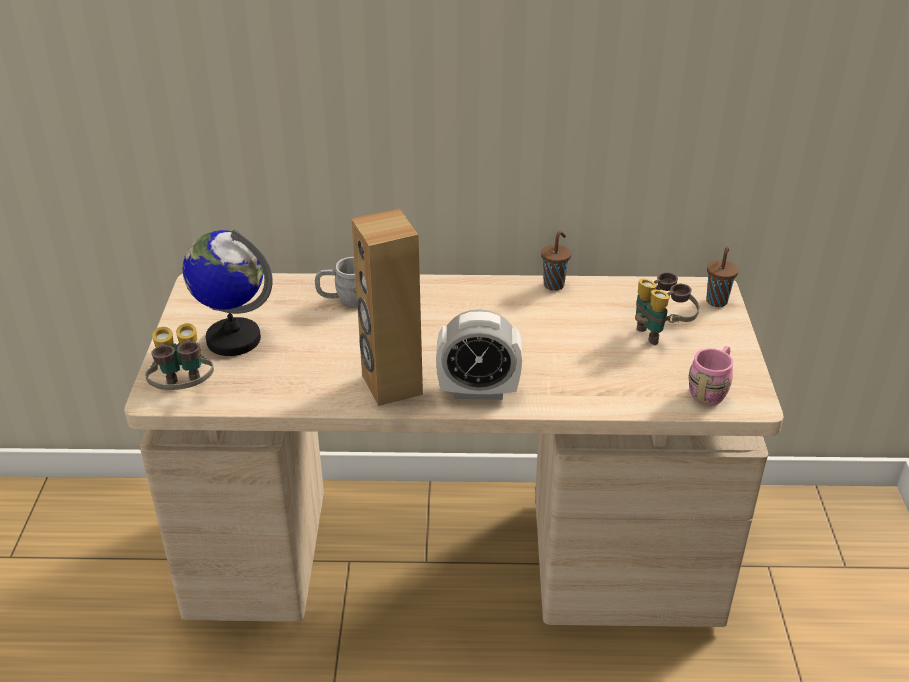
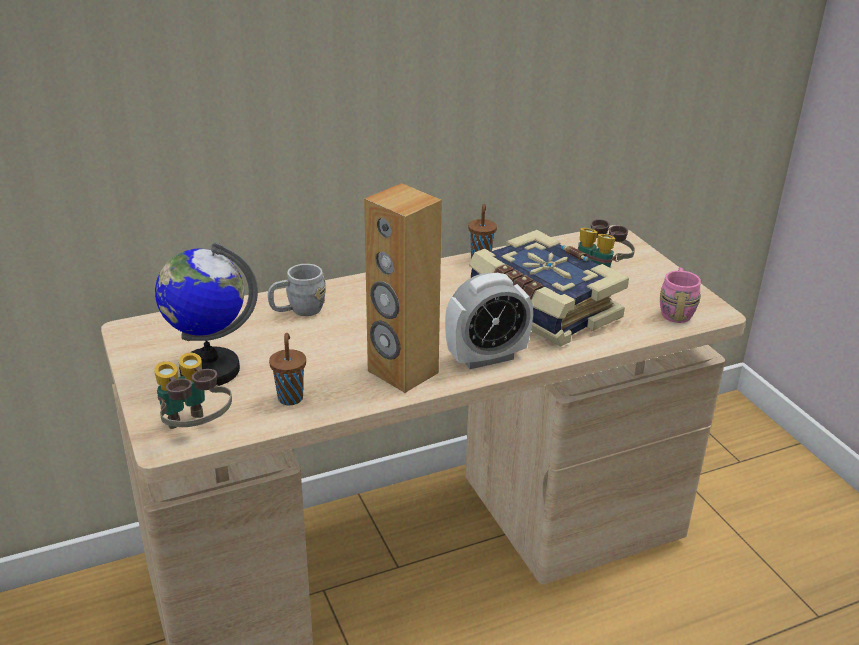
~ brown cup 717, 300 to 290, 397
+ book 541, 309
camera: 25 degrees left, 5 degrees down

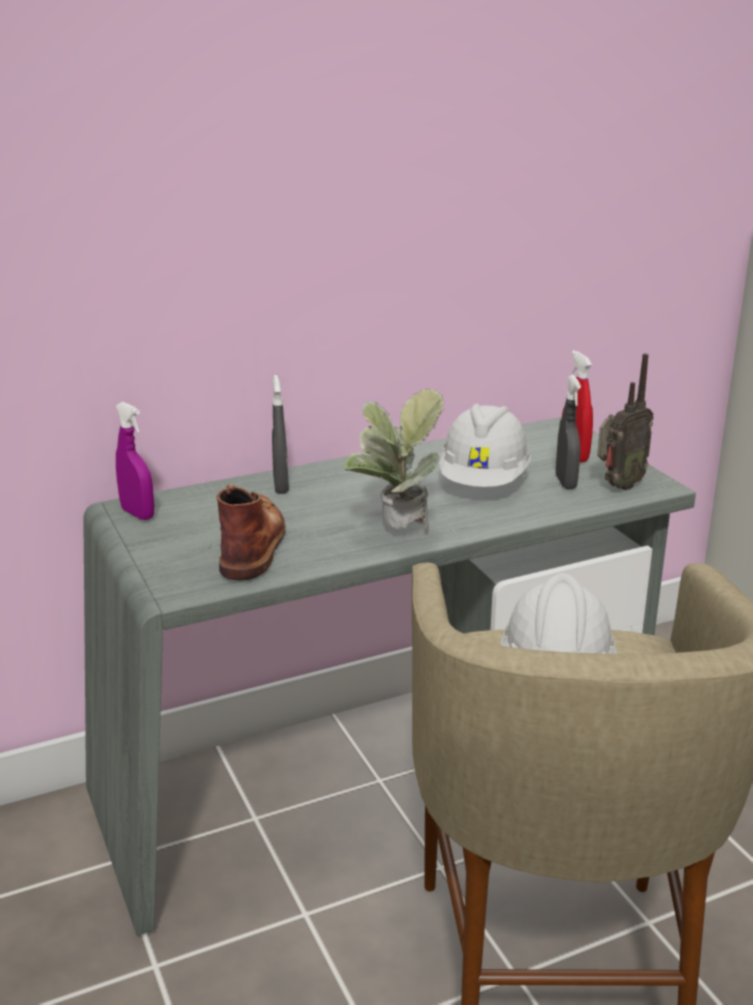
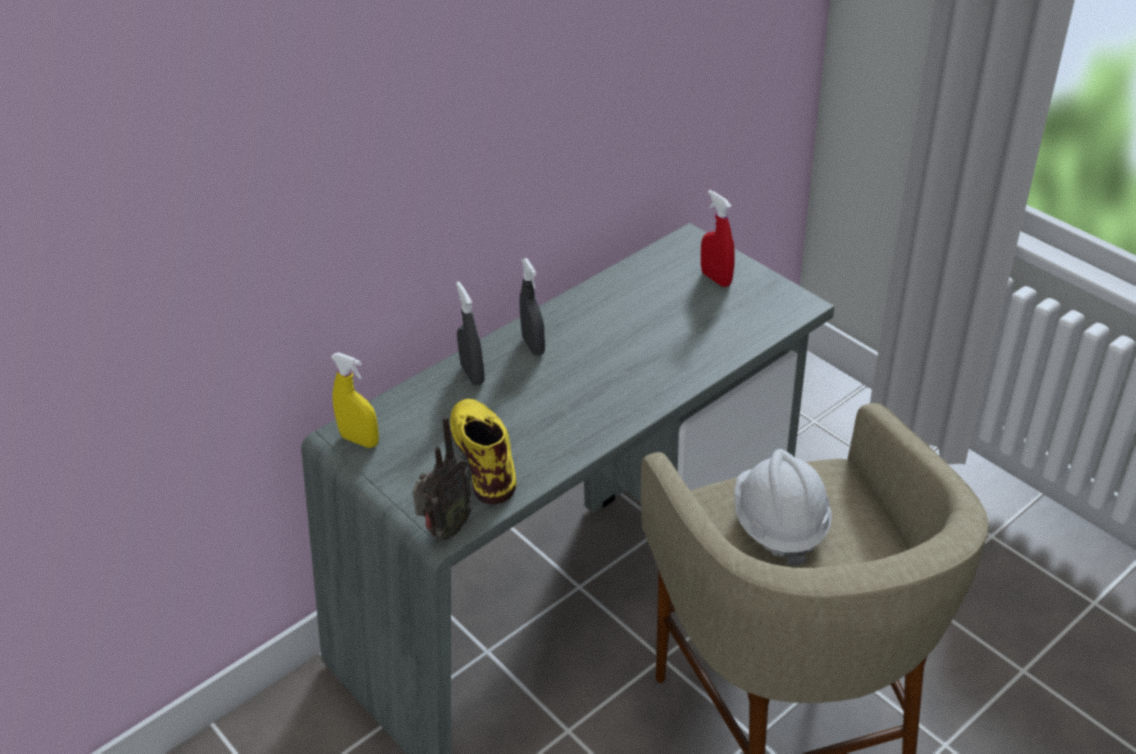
~ radio 618, 486 to 445, 530
~ grey spray bottle 565, 482 to 533, 345
- potted plant 396, 533
~ purple spray bottle 138, 514 to yellow spray bottle 360, 440
- white hard hat 484, 482
~ brown boot 252, 542 to yellow boot 483, 453
camera: 15 degrees left, 15 degrees up

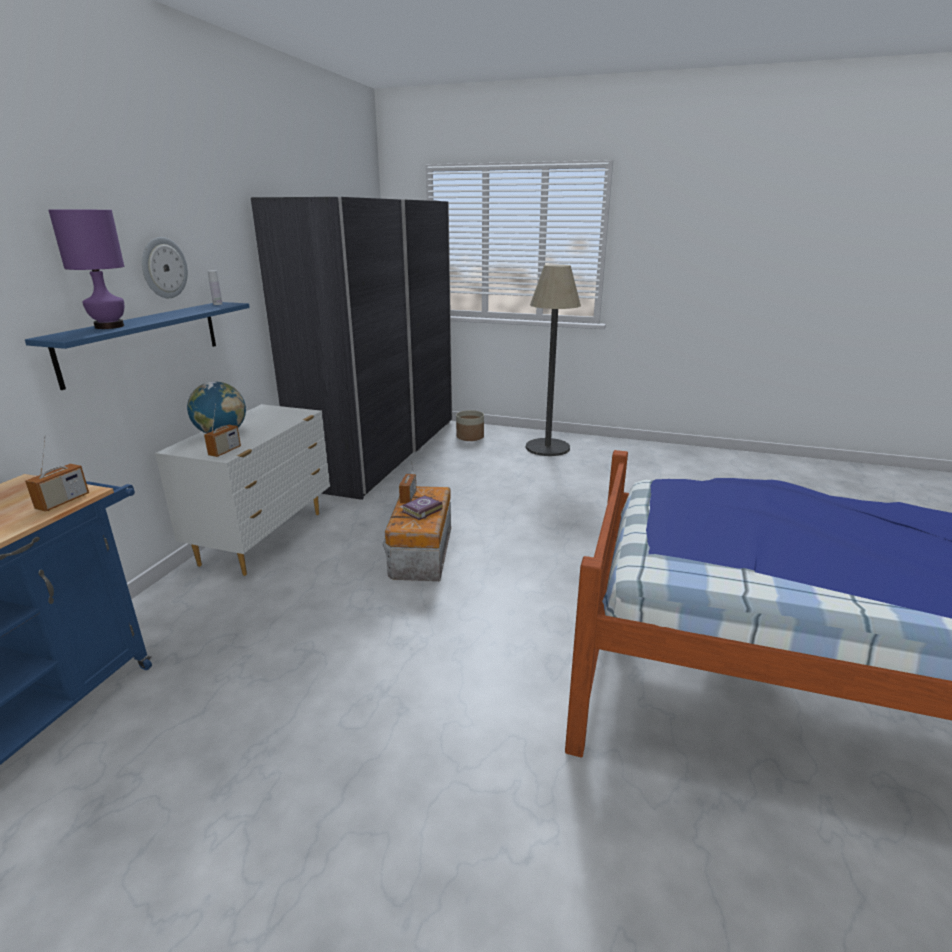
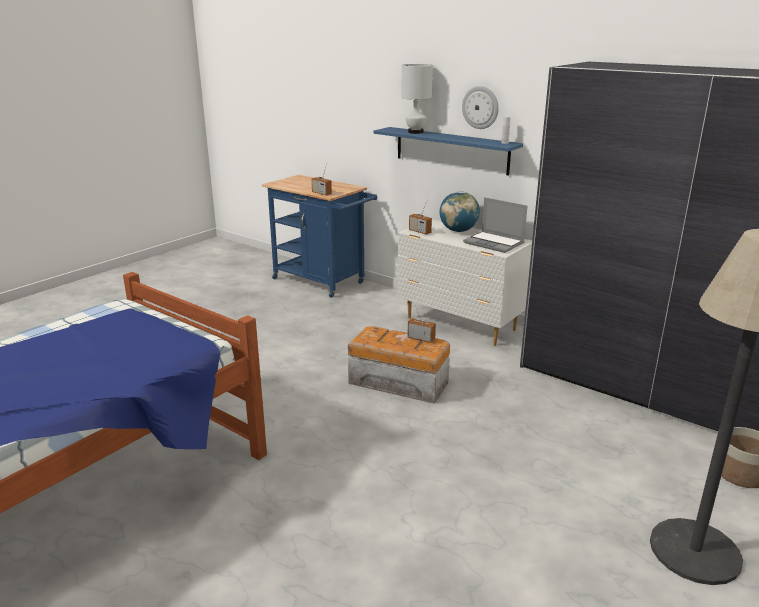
~ purple table lamp 110, 326 to white table lamp 416, 132
- book 421, 510
+ laptop 494, 243
camera: 110 degrees right, 0 degrees up

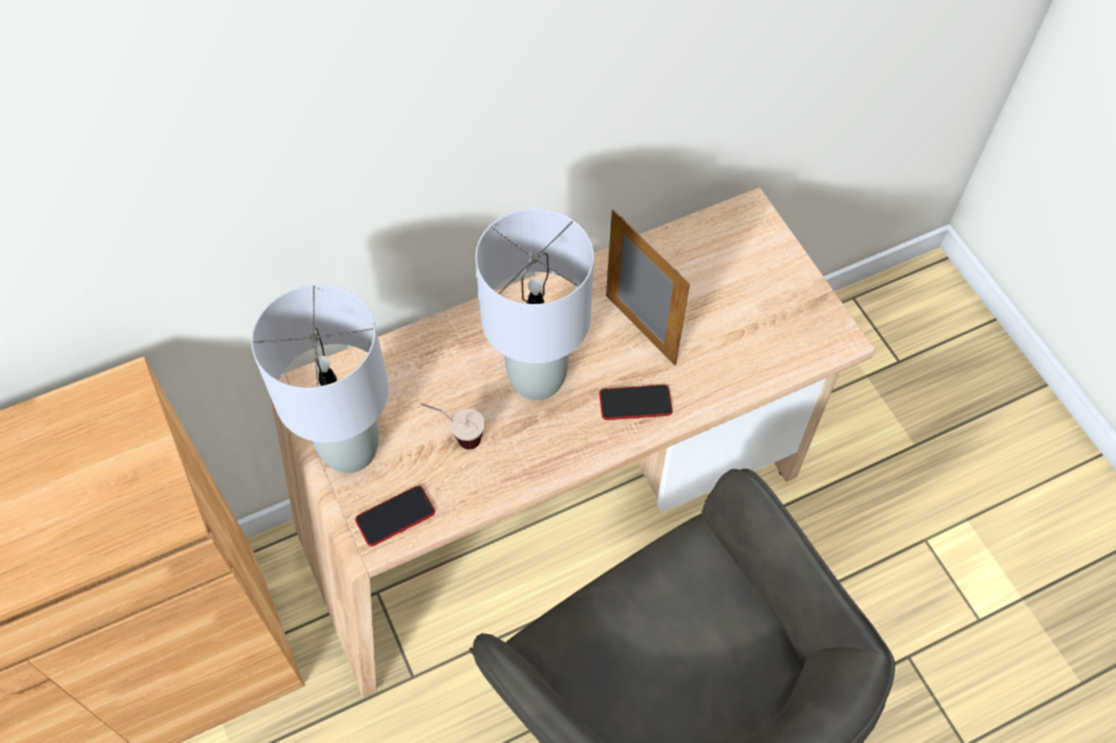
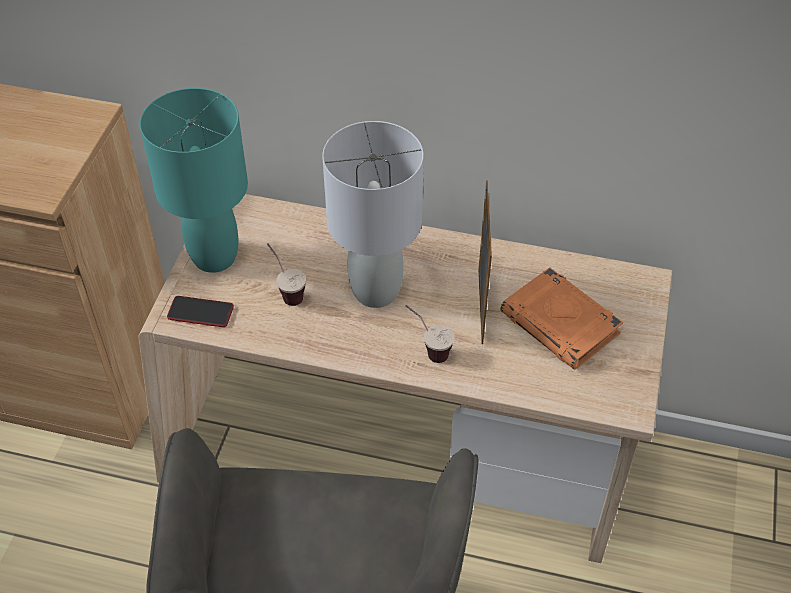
~ grey table lamp 351, 451 to turquoise table lamp 214, 258
~ phone 635, 403 to cup 427, 349
+ orange book 561, 324
camera: 40 degrees right, 10 degrees down

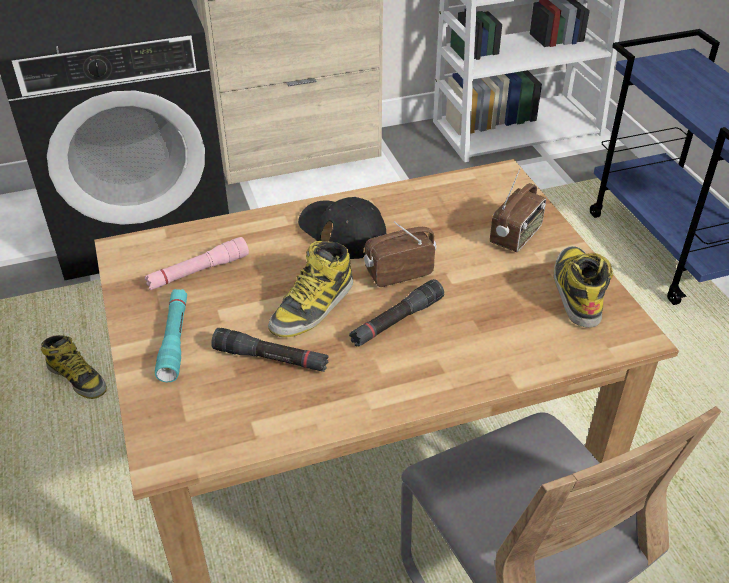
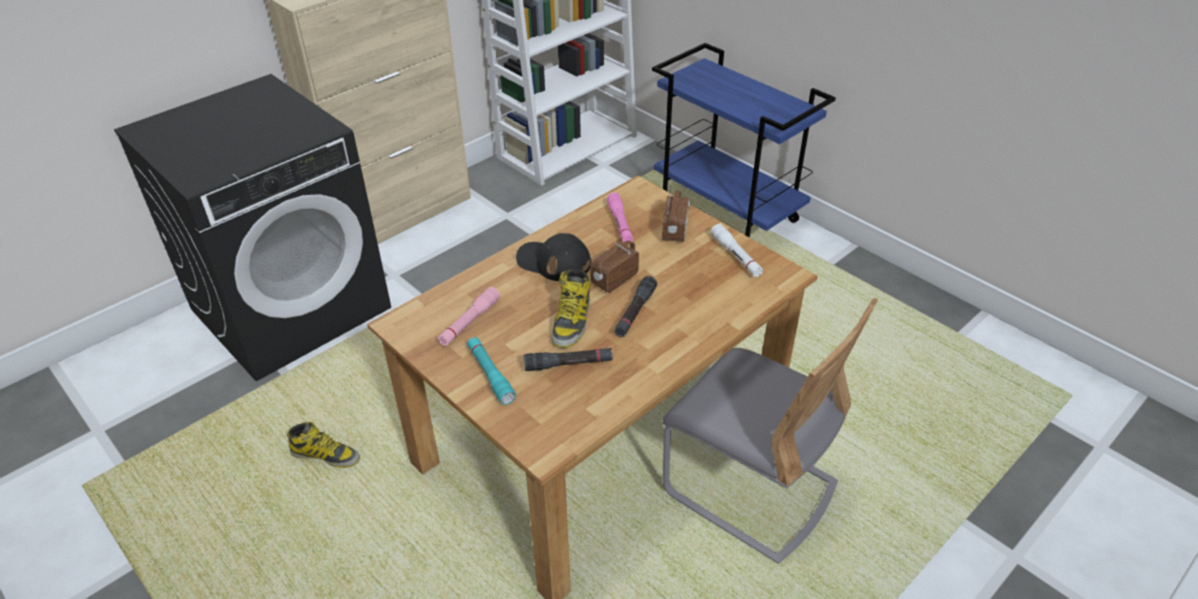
~ boot 576, 291 to white flashlight 736, 256
+ pink flashlight 620, 224
camera: 25 degrees left, 0 degrees up

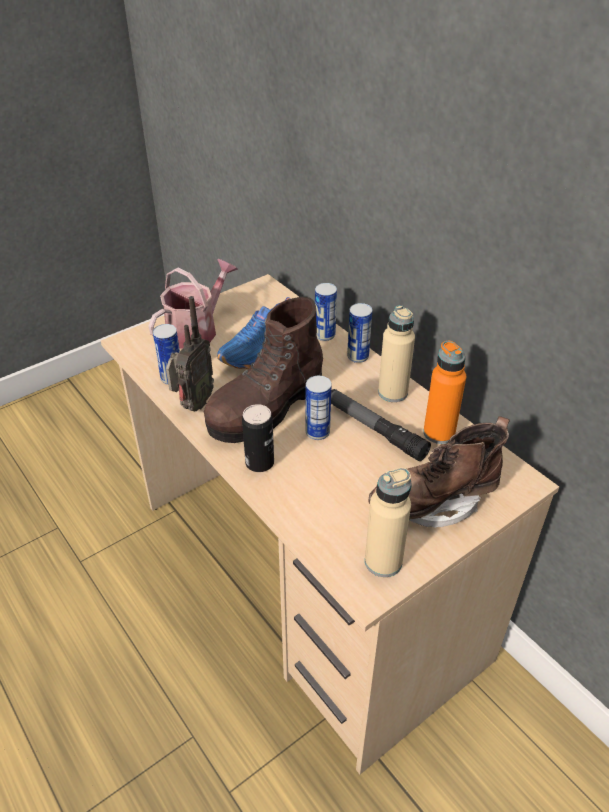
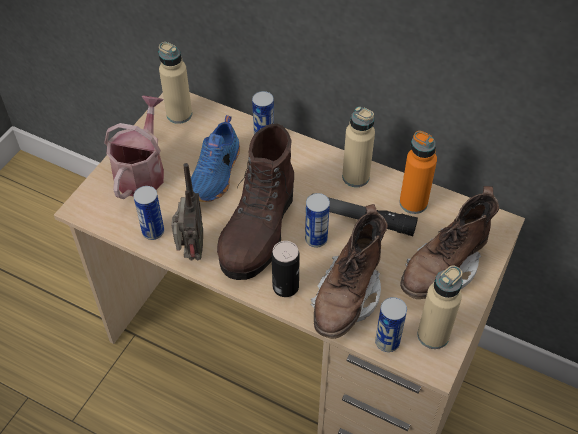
~ can 358, 356 to 387, 342
+ beige bottle 179, 114
+ brown boot 347, 297
camera: 25 degrees left, 10 degrees up

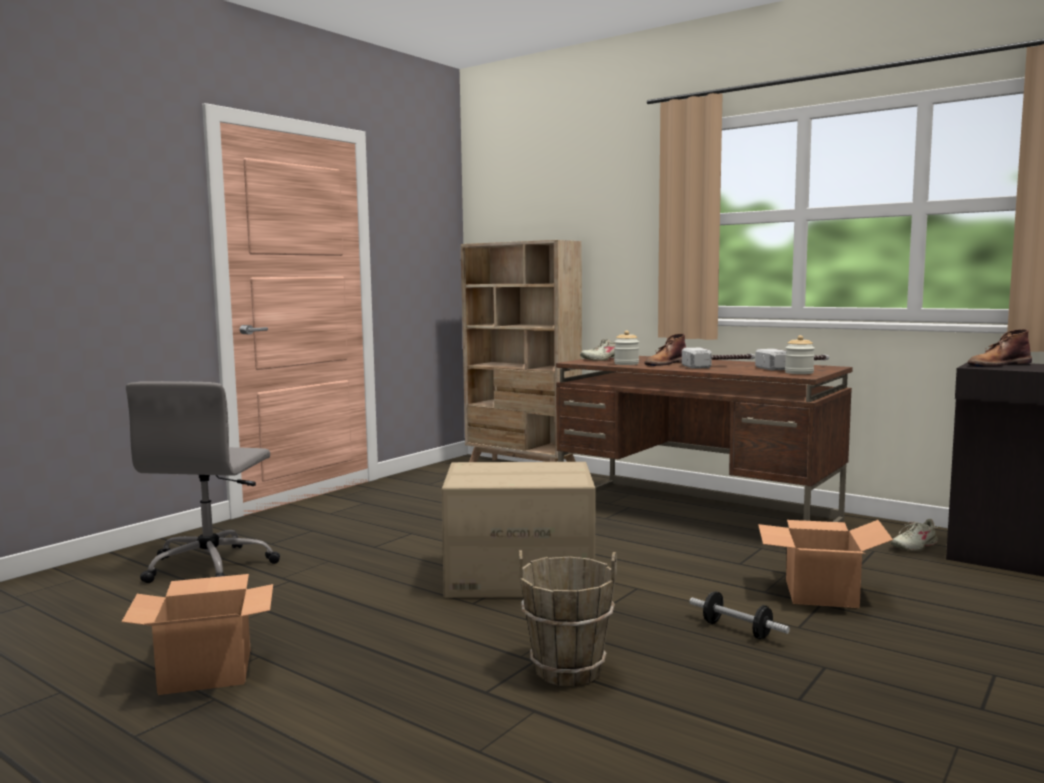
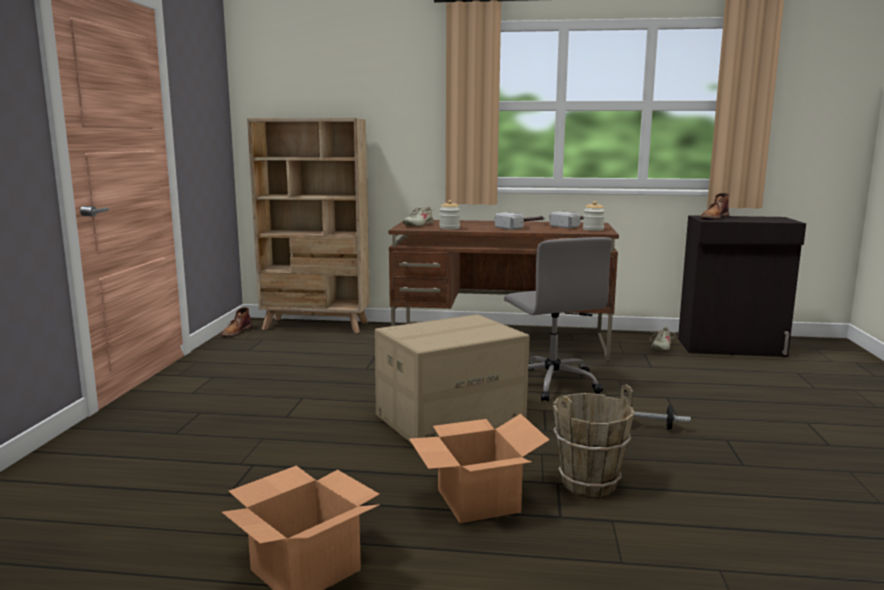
~ brown boot 665, 363 to 236, 332
~ grey office chair 211, 565 to 551, 383
~ cardboard box 821, 594 to 479, 501
camera: 30 degrees left, 5 degrees up

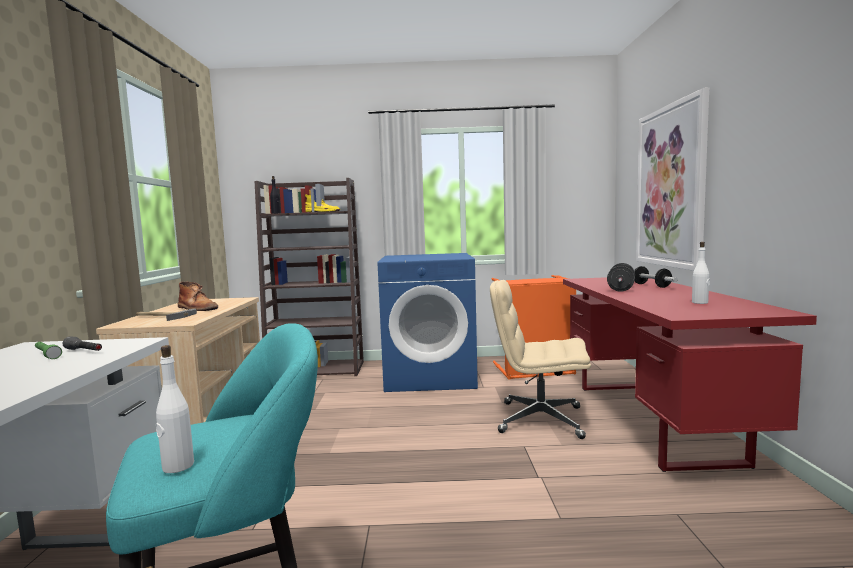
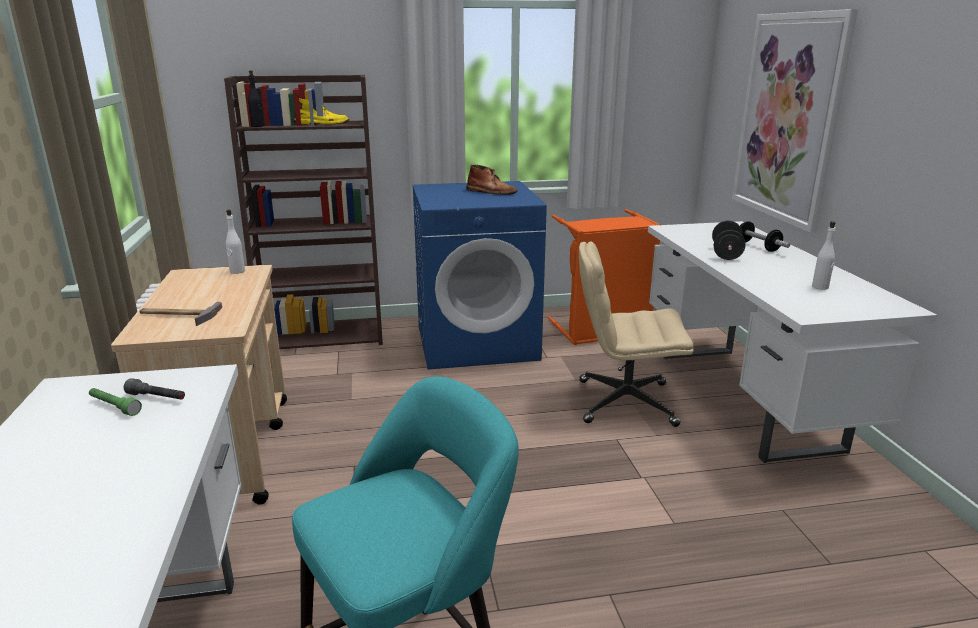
~ red desk 652, 420 to white desk 745, 398
~ brown boot 197, 308 to 491, 192
~ white bottle 177, 466 to 237, 271
camera: 10 degrees left, 15 degrees up

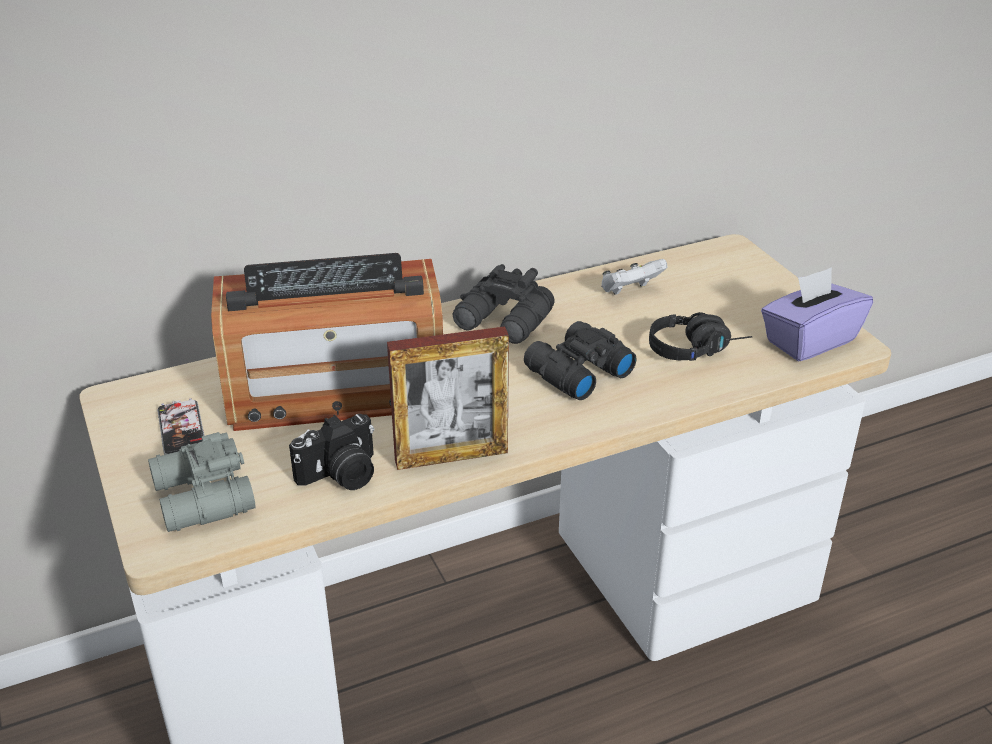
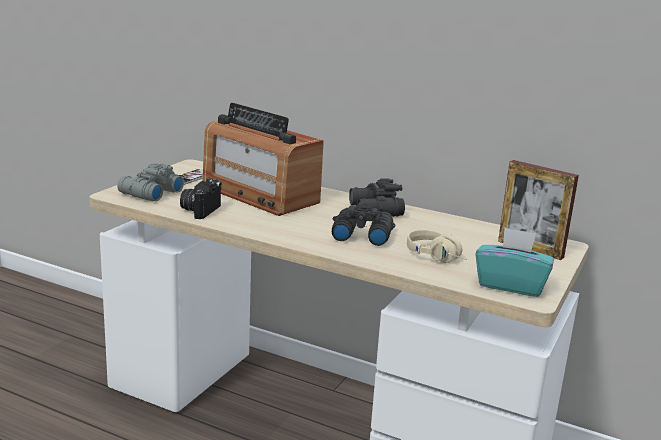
- white game controller 630, 291
~ purple tissue box 809, 340 to turquoise tissue box 511, 285
~ black headphones 697, 349 to beige headphones 439, 257
~ picture frame 451, 456 to 530, 249
~ photo camera 341, 475 = 200, 210 90 degrees clockwise
camera: 50 degrees right, 15 degrees down

